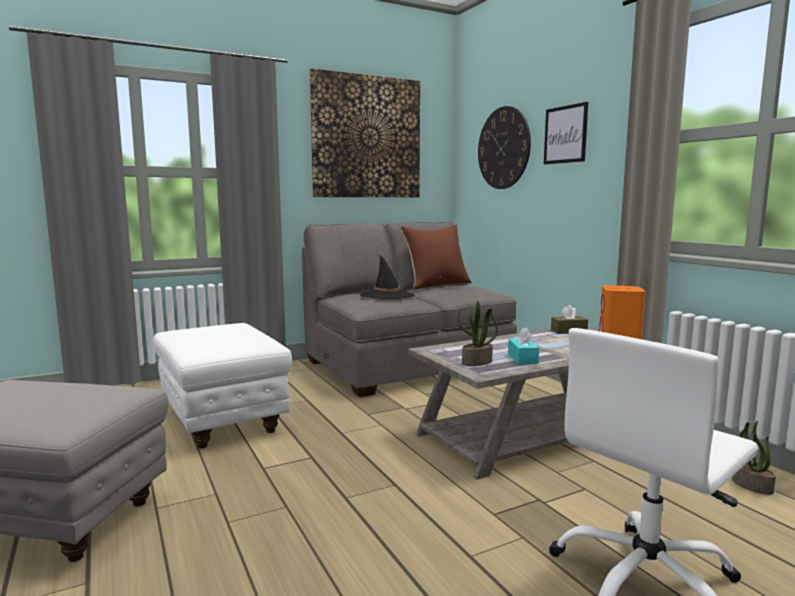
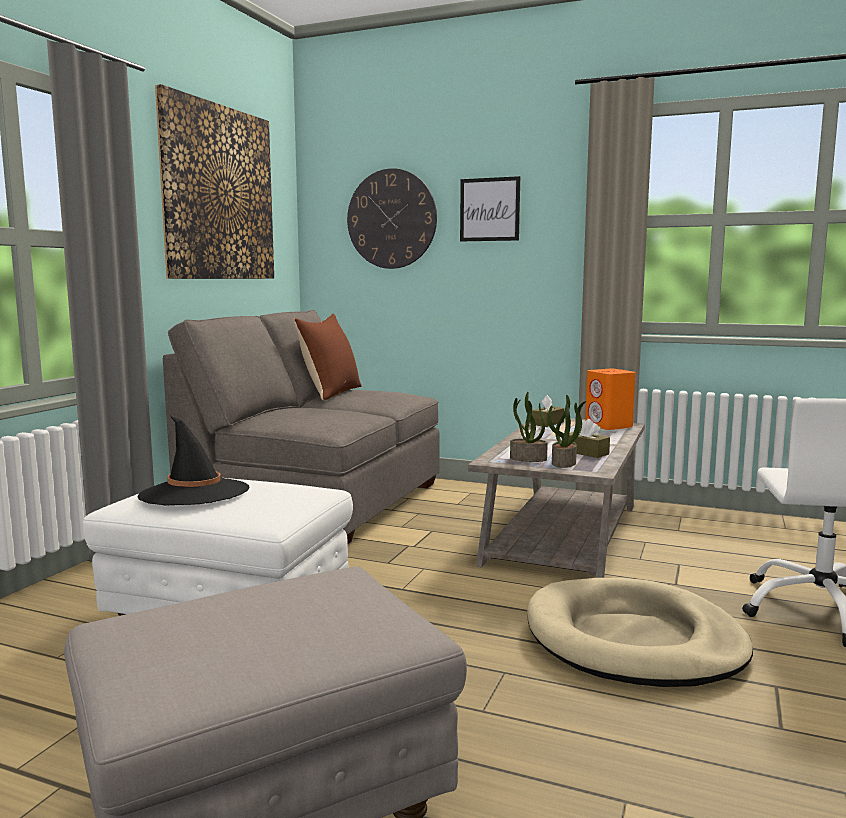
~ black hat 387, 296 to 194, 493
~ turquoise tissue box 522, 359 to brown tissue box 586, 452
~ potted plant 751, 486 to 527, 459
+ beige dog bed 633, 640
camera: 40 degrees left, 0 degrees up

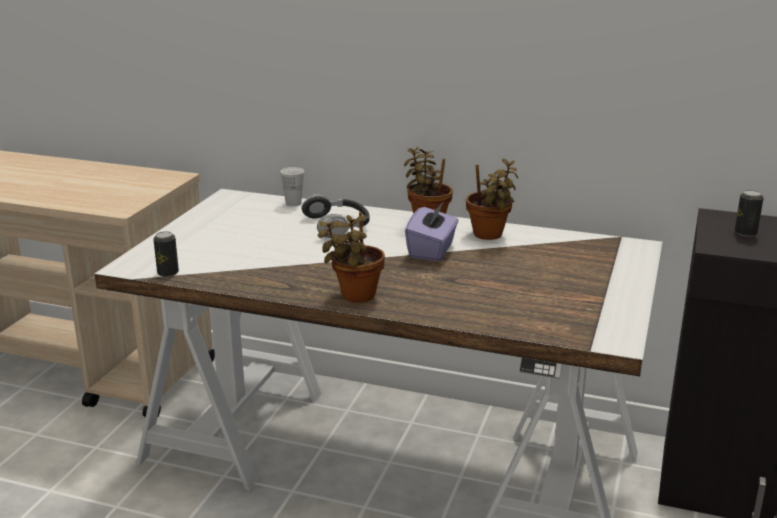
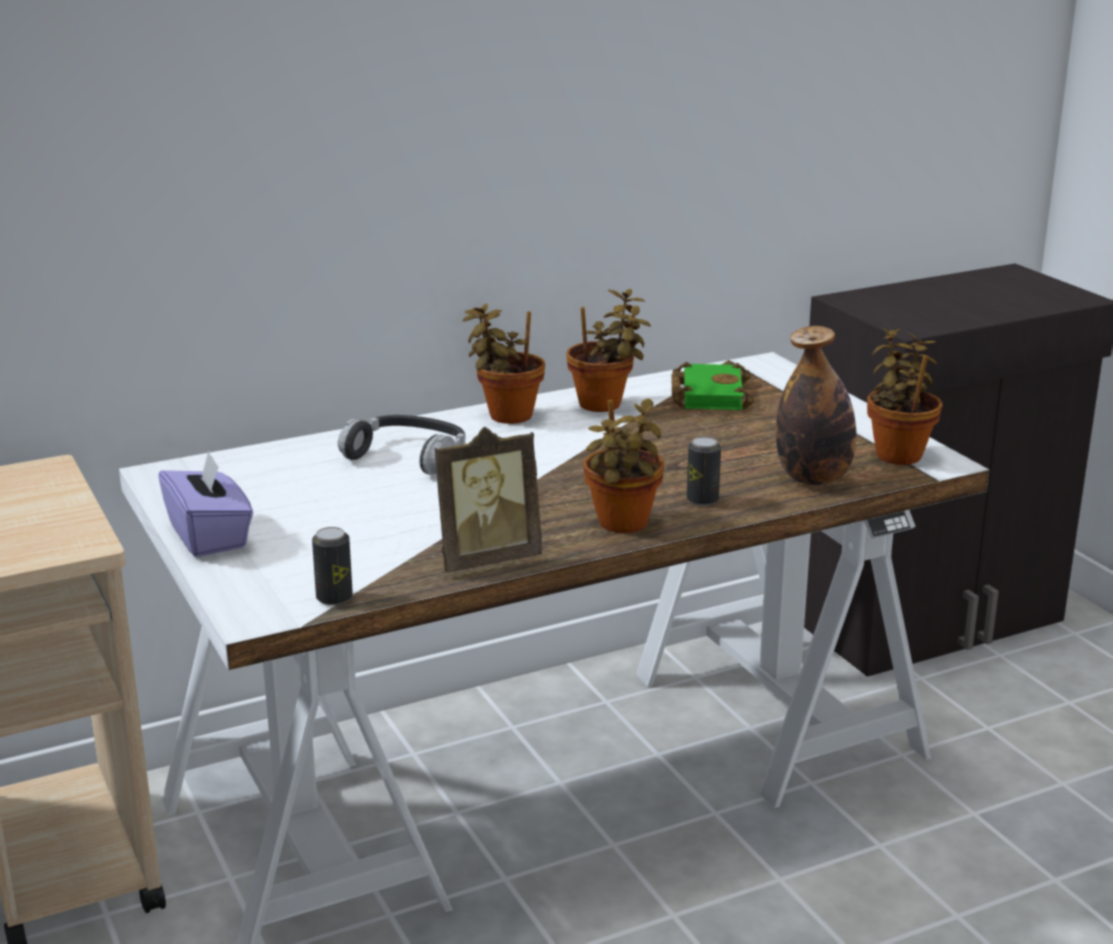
- white cup 293, 203
~ can 745, 233 to 702, 500
~ purple tissue box 432, 250 to 209, 536
+ bottle 813, 478
+ potted plant 898, 453
+ green book 707, 394
+ picture frame 486, 558
camera: 45 degrees left, 0 degrees up

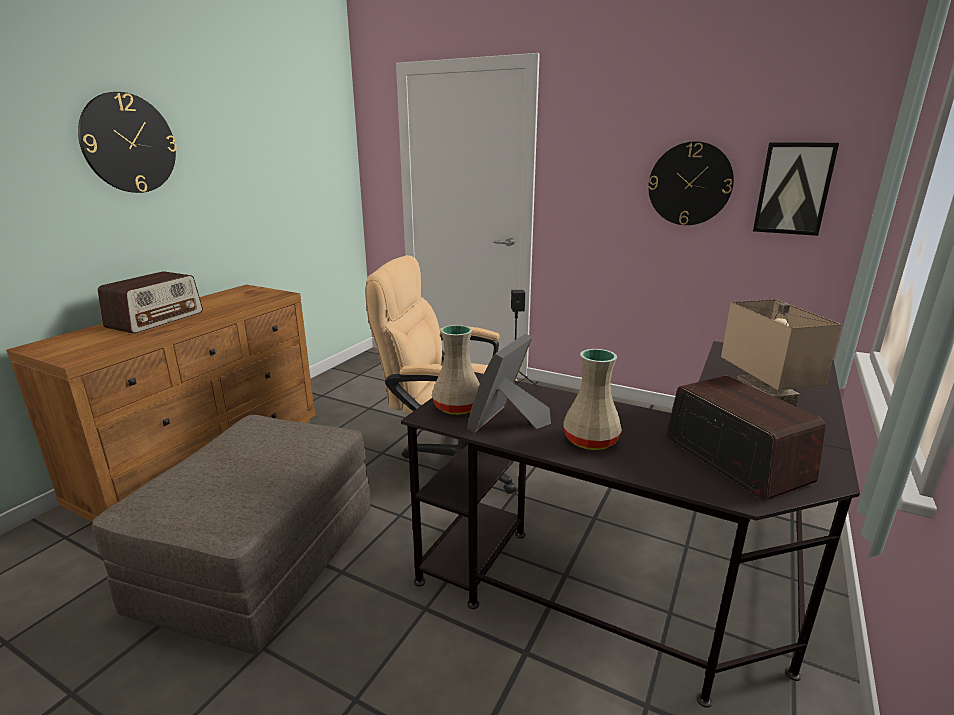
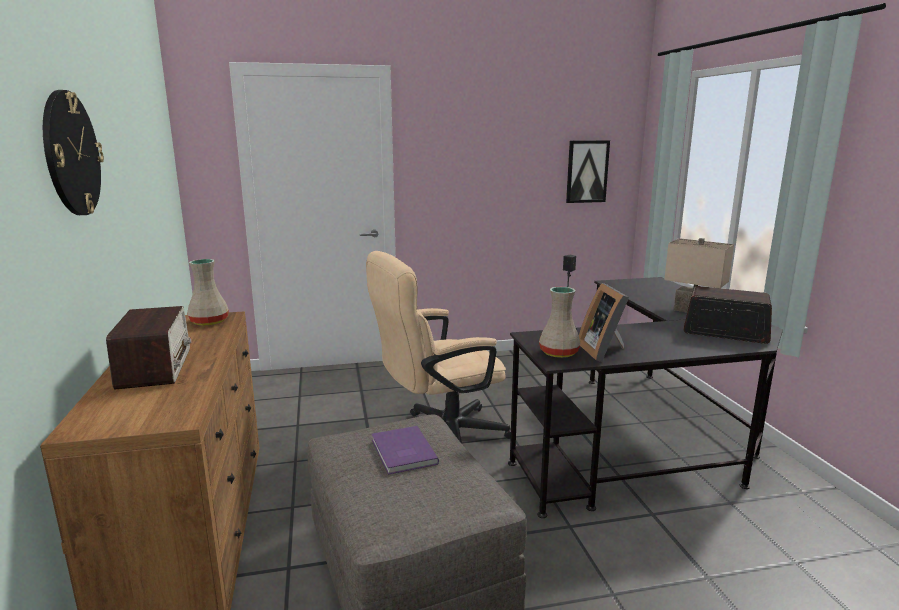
- wall clock 690, 184
~ beige vase 592, 441 to 210, 322
+ purple book 402, 452
camera: 40 degrees left, 5 degrees down

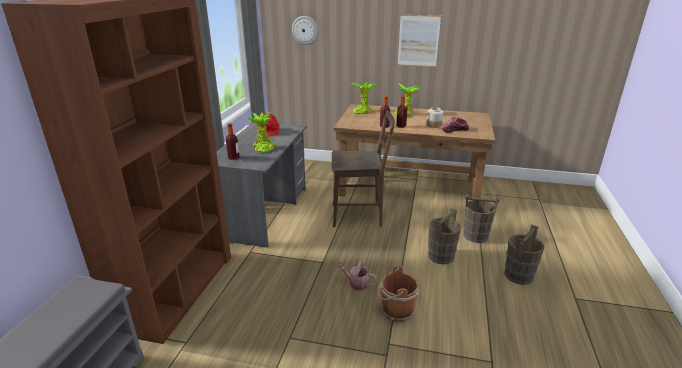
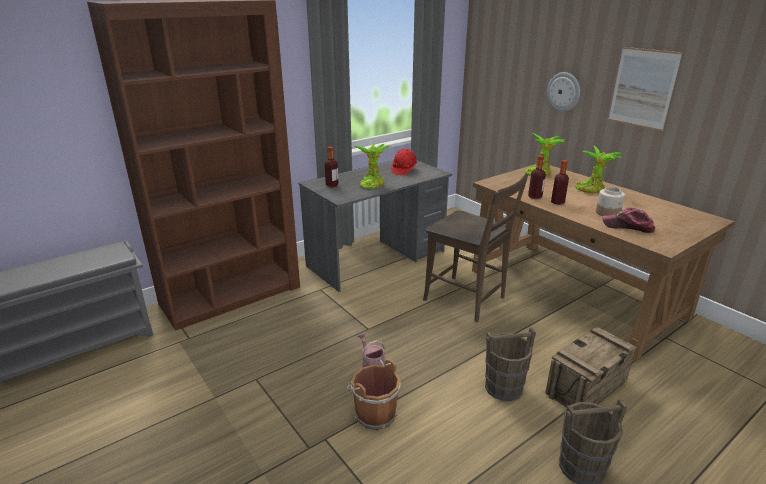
~ wall clock 305, 30 to 564, 91
~ brown bucket 476, 236 to crate 586, 388
camera: 40 degrees right, 0 degrees up

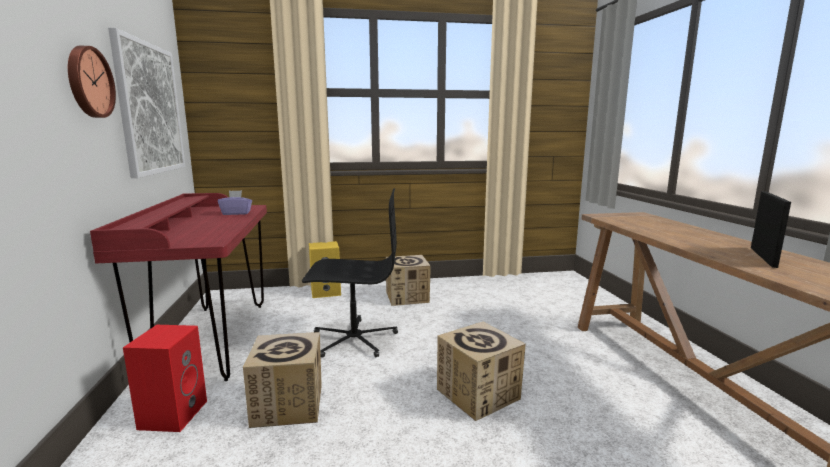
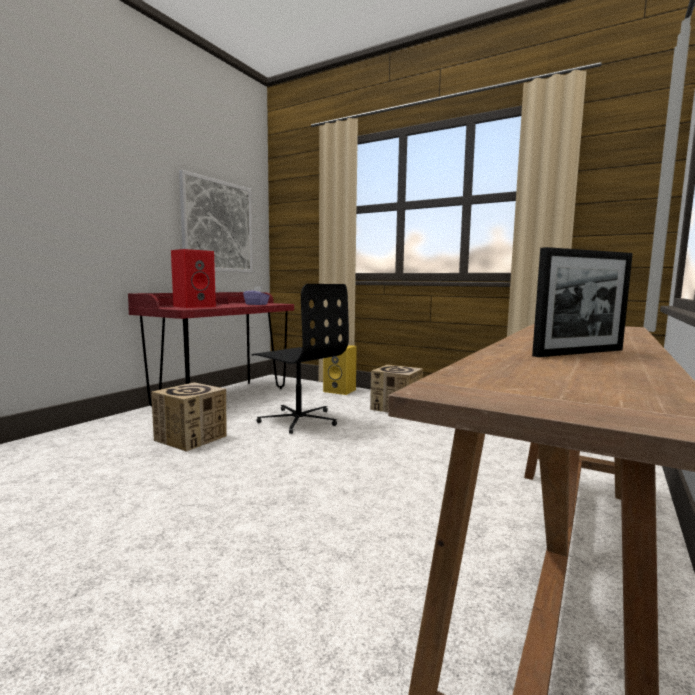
- wall clock 88, 82
- cardboard box 478, 394
~ red speaker 173, 414 to 195, 306
camera: 40 degrees right, 5 degrees down

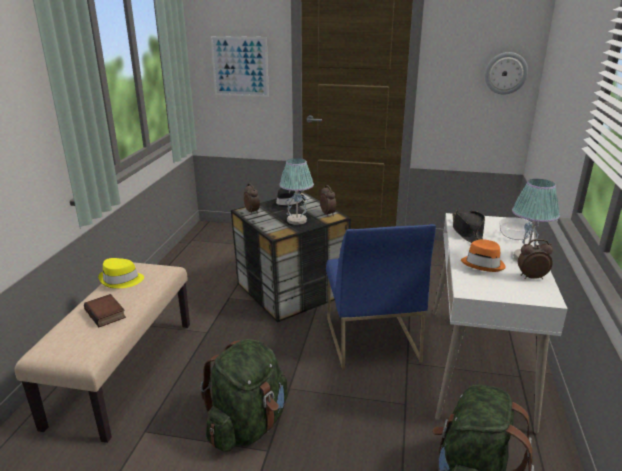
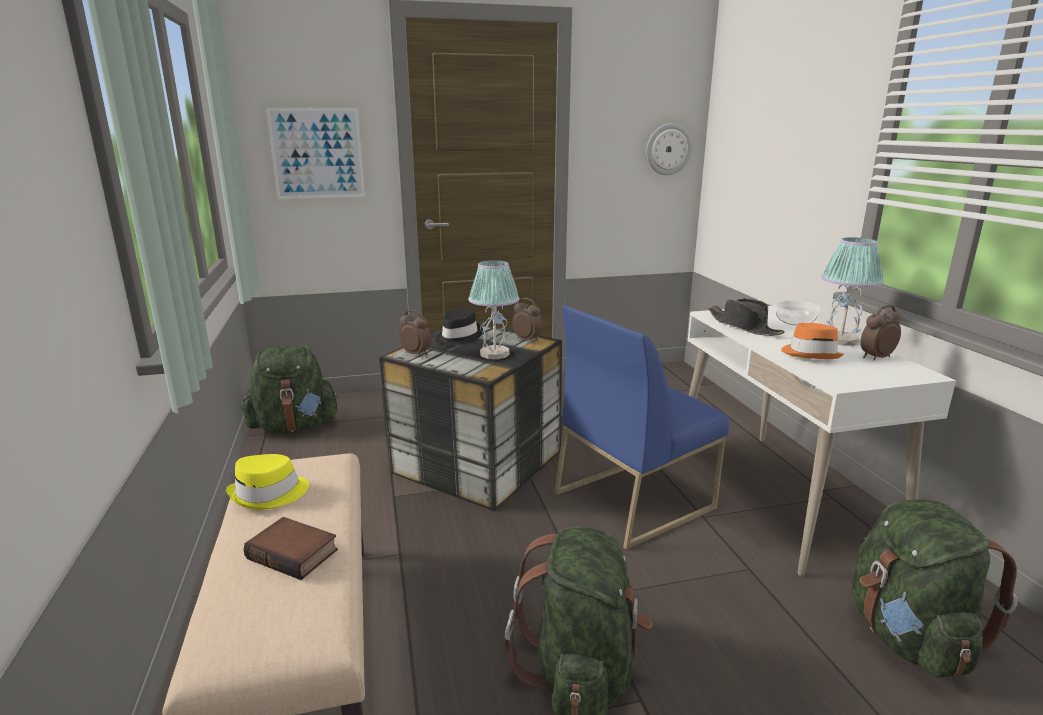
~ blue chair 370, 338 = 634, 500 90 degrees clockwise
+ green backpack 294, 427
camera: 25 degrees left, 5 degrees down

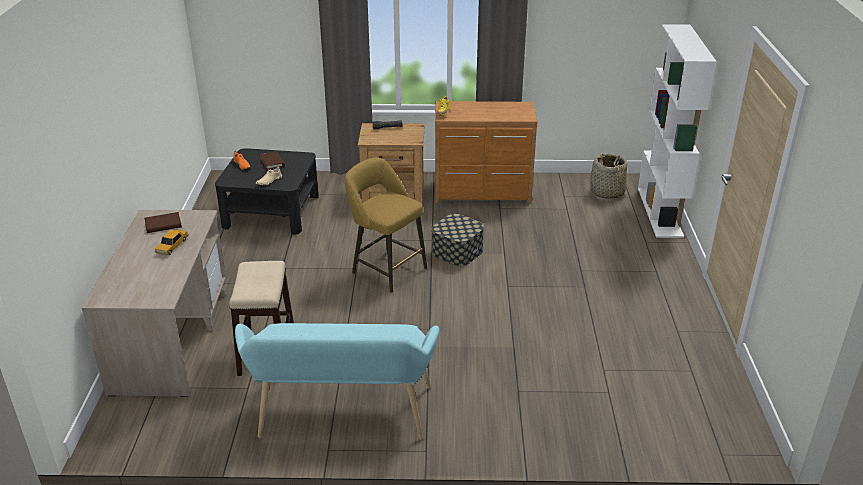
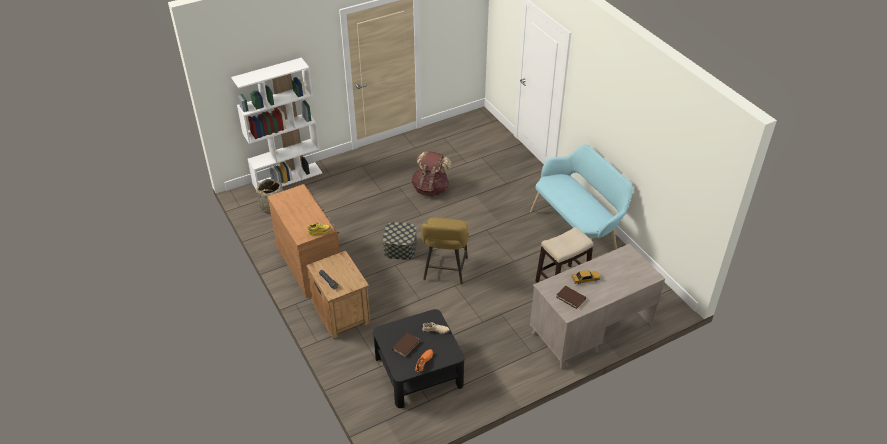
+ brown backpack 431, 189
camera: 120 degrees left, 10 degrees up

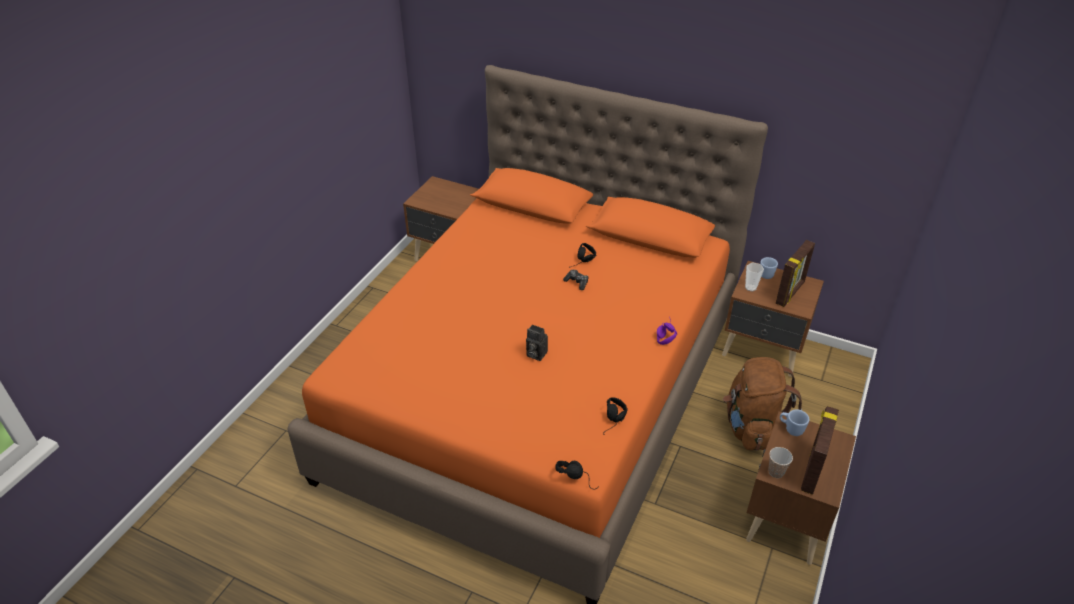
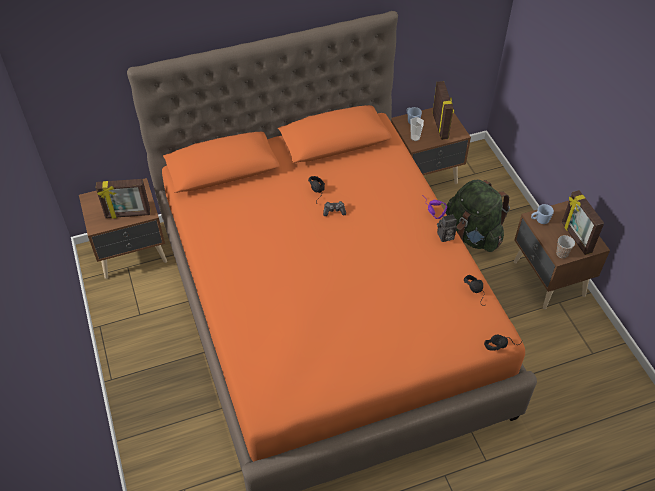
~ photo camera 535, 354 to 445, 237
~ brown backpack 752, 427 to green backpack 472, 235
+ picture frame 128, 214
camera: 45 degrees left, 10 degrees up

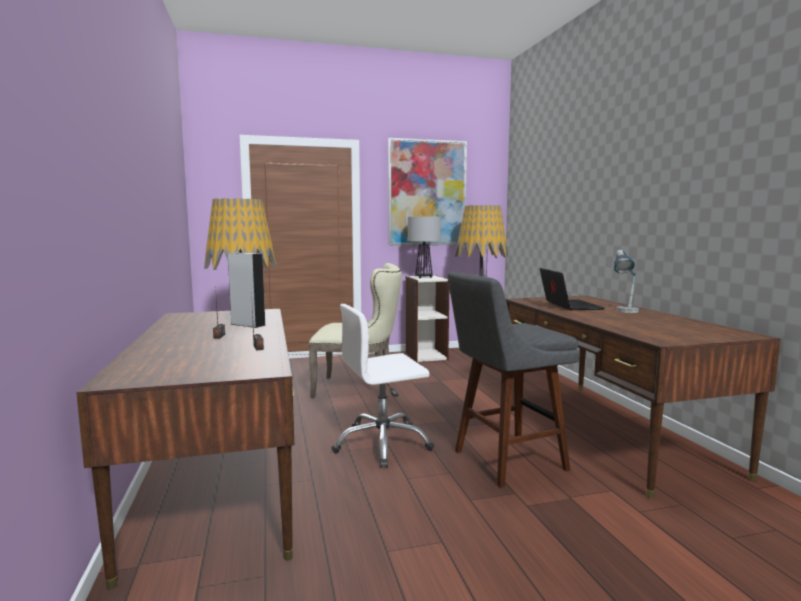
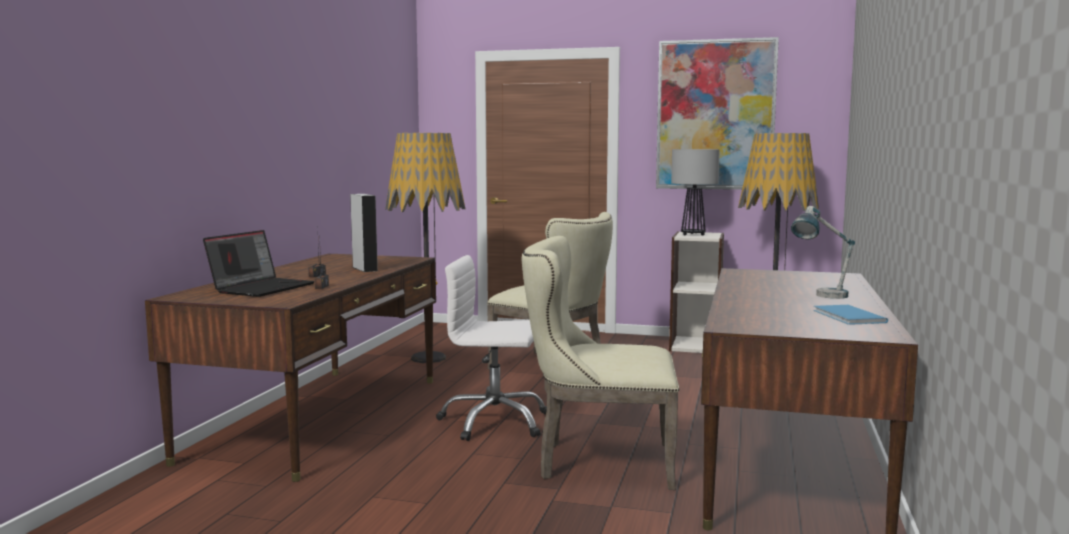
~ laptop 568, 306 to 262, 288
~ grey stool 505, 461 to beige chair 597, 462
+ blue book 848, 317
camera: 30 degrees right, 0 degrees up

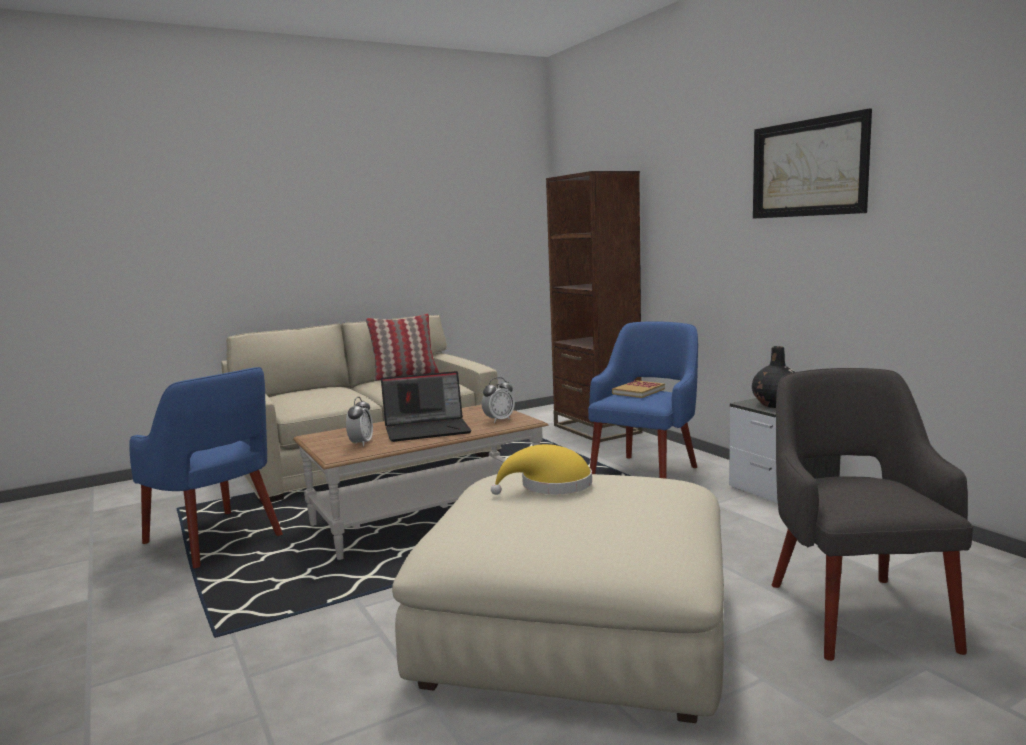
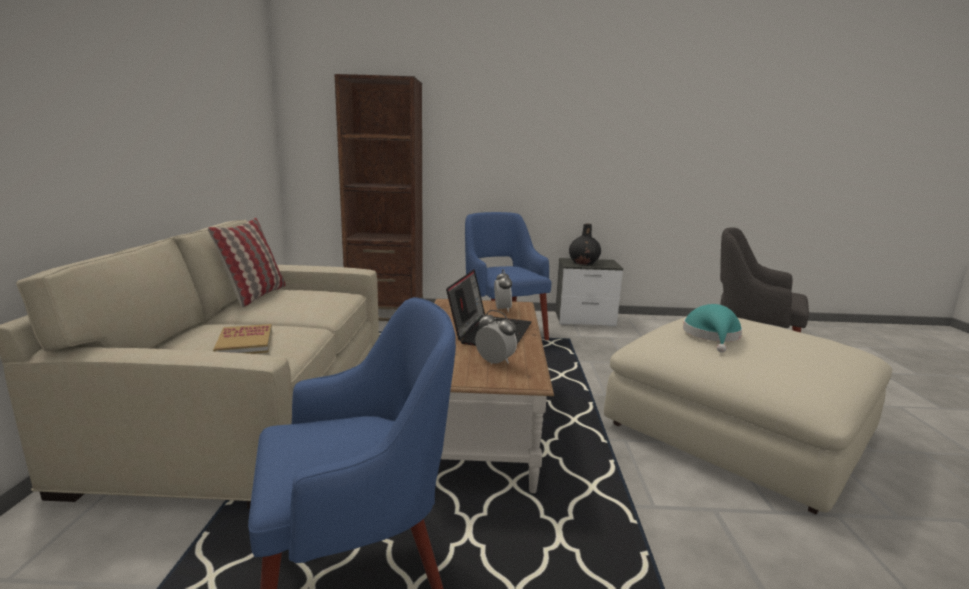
- picture 808, 168
~ book 638, 391 to 245, 343
~ yellow hat 550, 486 to turquoise hat 712, 336
camera: 60 degrees left, 5 degrees up

